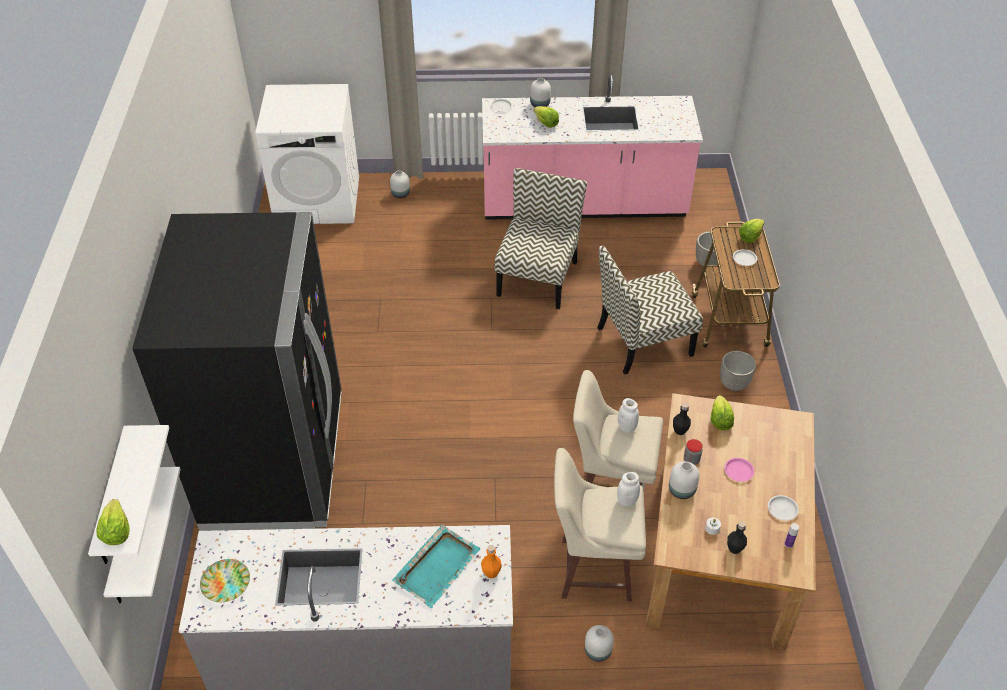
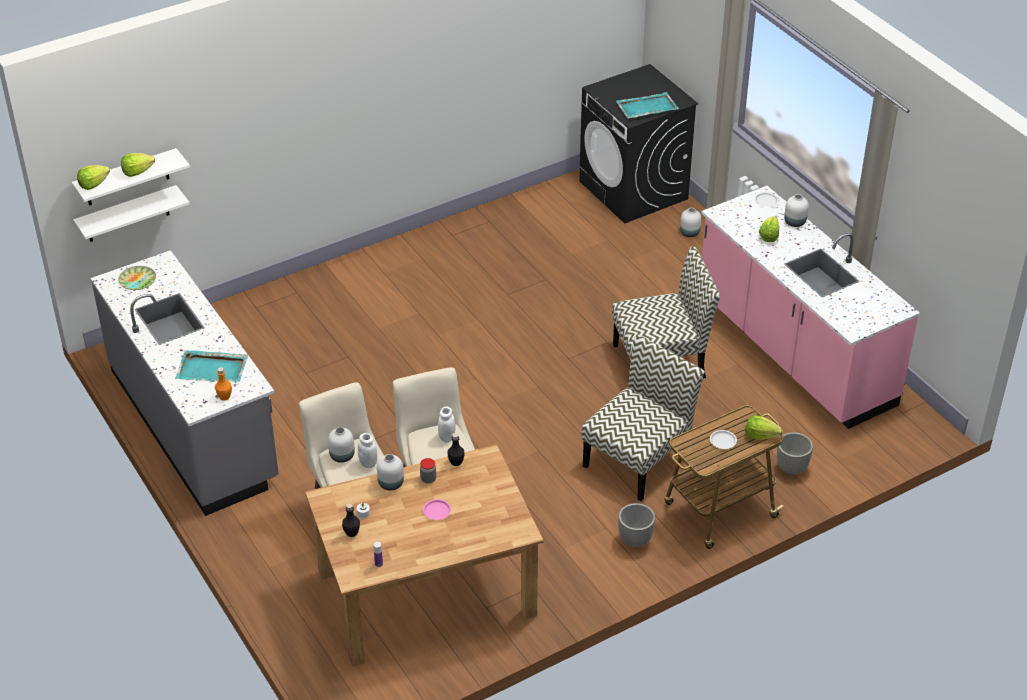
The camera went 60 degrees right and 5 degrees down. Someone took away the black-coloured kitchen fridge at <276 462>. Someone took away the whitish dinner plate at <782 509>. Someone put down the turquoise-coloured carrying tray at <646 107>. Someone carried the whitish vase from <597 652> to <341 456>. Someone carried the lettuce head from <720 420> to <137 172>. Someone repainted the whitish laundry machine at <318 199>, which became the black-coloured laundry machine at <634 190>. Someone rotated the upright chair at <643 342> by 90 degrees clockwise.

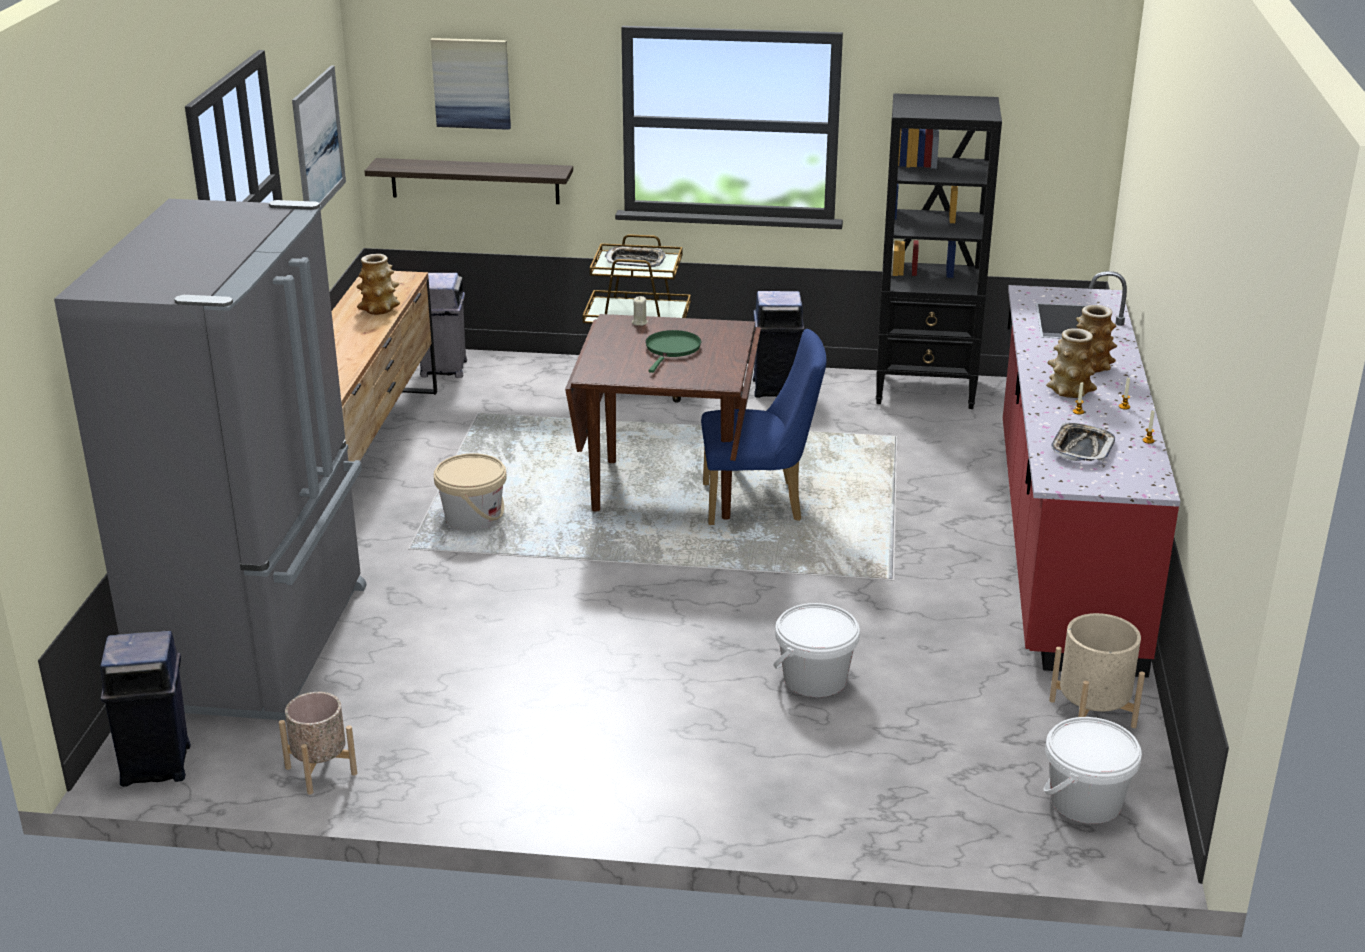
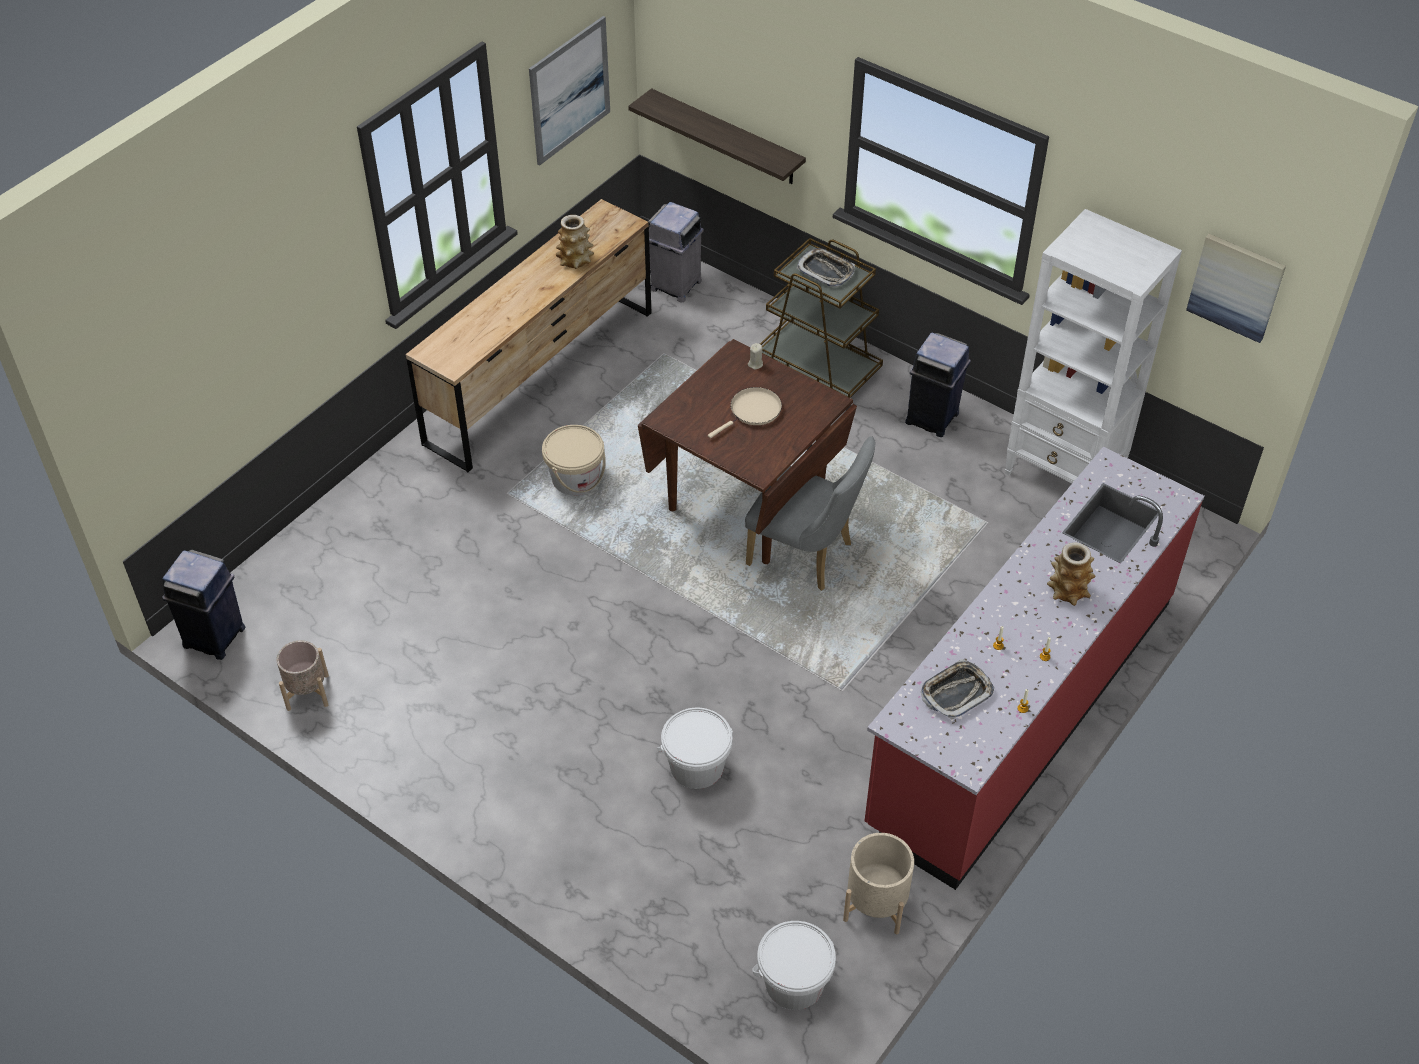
The camera went 30 degrees right and 20 degrees up. Someone took away the gray kitchen fridge at <262 645>. Someone took away the vase at <1069 391>. Someone carried the wall picture from <471 83> to <1236 286>. Someone repainted the greenish skillet at <672 349>, which became the beige skillet at <753 411>. Someone repainted the blue upright chair at <760 503>, which became the gray upright chair at <807 556>. Someone repainted the black-coloured bookcase at <925 390>, which became the whitish bookcase at <1064 473>.

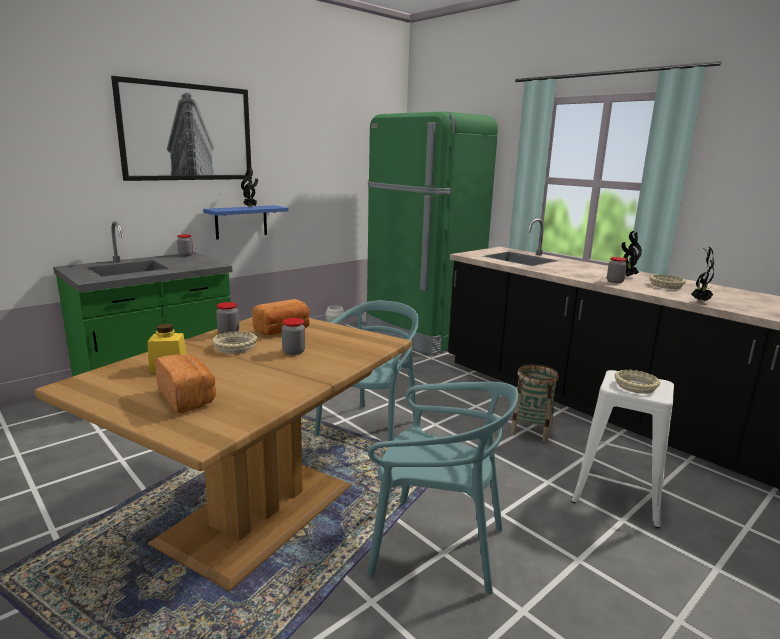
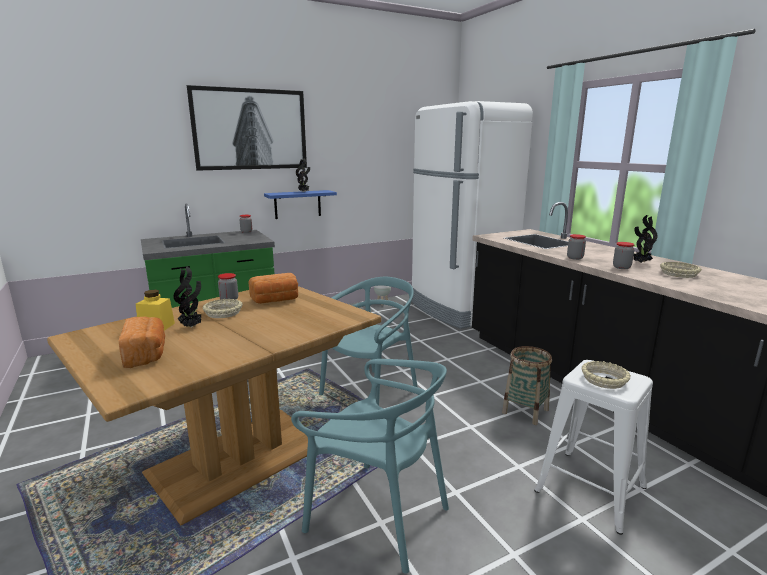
The camera went 15 degrees right and 0 degrees up. Someone carried the jar from <293 352> to <575 258>. Someone carried the houseplant from <700 301> to <192 327>. Someone repainted the greenish kitchen fridge at <421 335>, which became the whitish kitchen fridge at <459 309>.

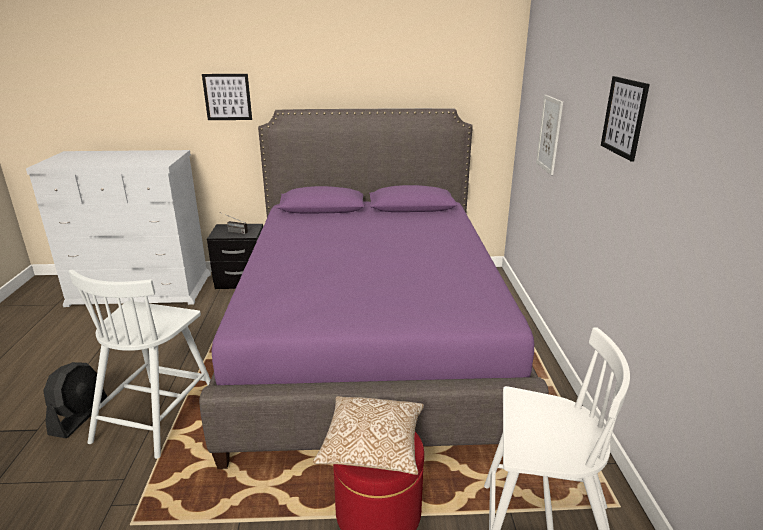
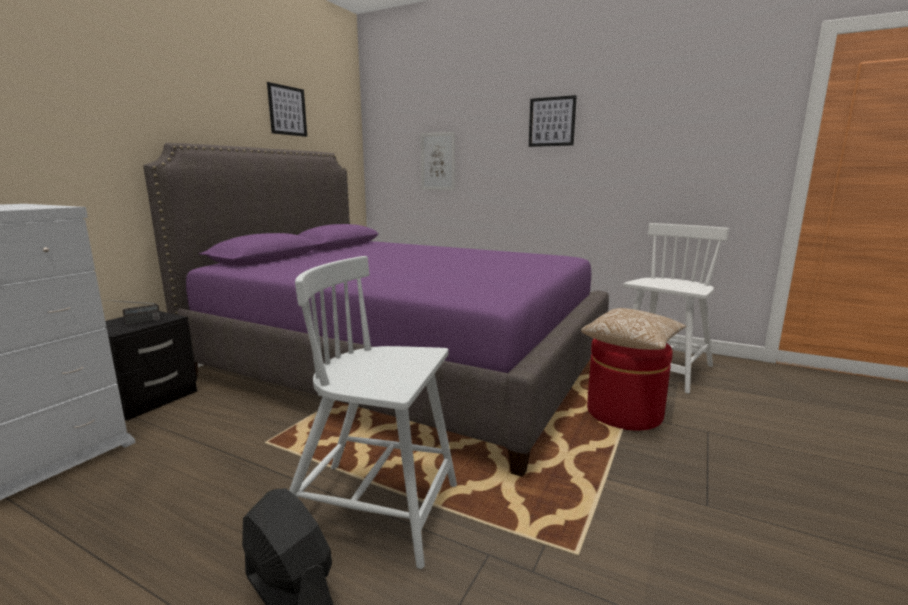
The camera went 60 degrees left and 10 degrees down. Someone carried the wall picture from <227 97> to <287 110>. Someone rotated the whitish upright chair at <157 414> by 150 degrees clockwise.

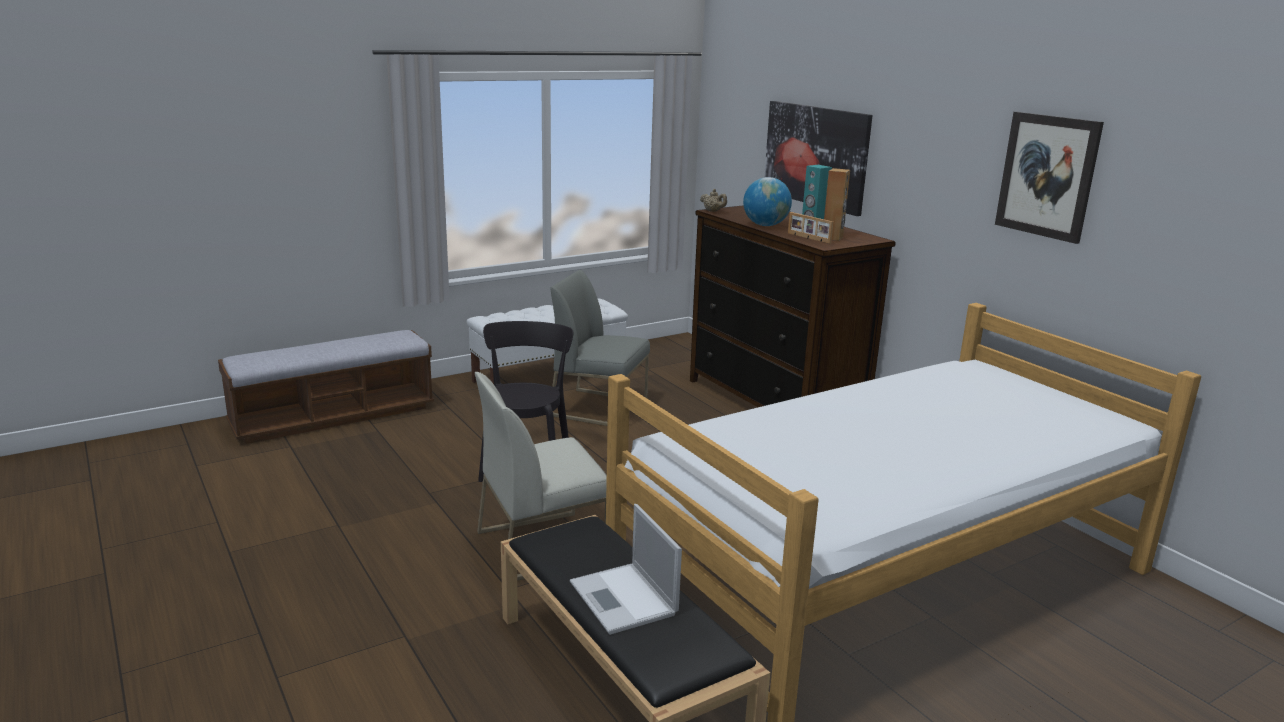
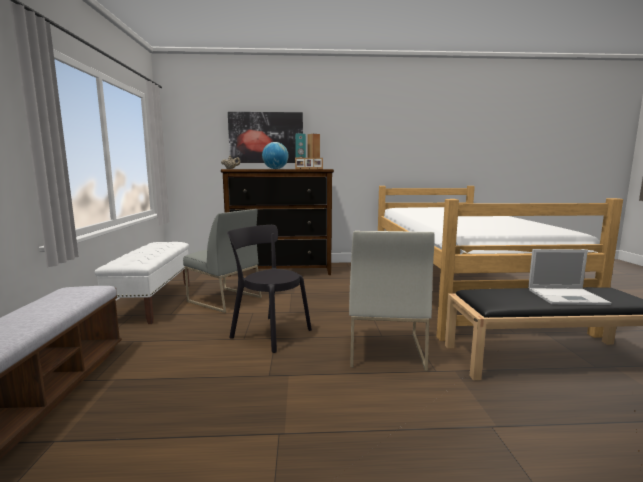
The camera went 60 degrees left and 10 degrees down. Someone took away the wall picture at <1047 176>. Someone rotated the gray upright chair at <600 408> by 105 degrees counterclockwise.

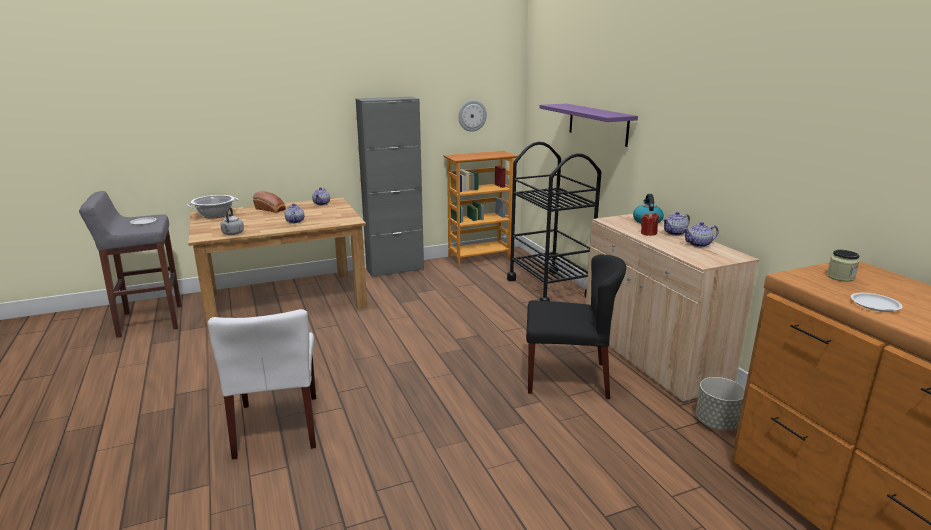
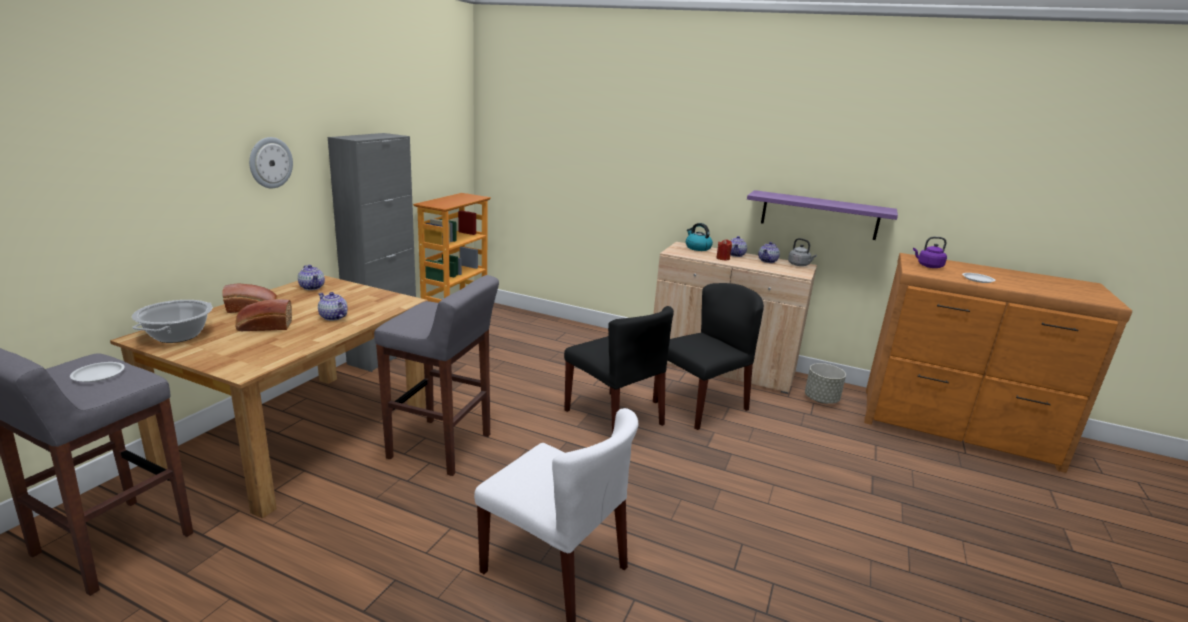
The camera went 45 degrees left and 0 degrees up. Someone took away the black-coloured trolley at <549 288>. Someone put down the baked bread at <264 327>. Someone put down the gray stool at <441 447>. Someone put down the black-coloured upright chair at <614 417>. Someone carried the gray kettle from <232 234> to <799 265>. Someone carried the hanging clock from <472 115> to <270 162>. Someone carried the purple-coloured wall shelf from <597 124> to <819 215>. Someone swapped the jar at <840 277> for the purple-coloured kettle at <928 266>.

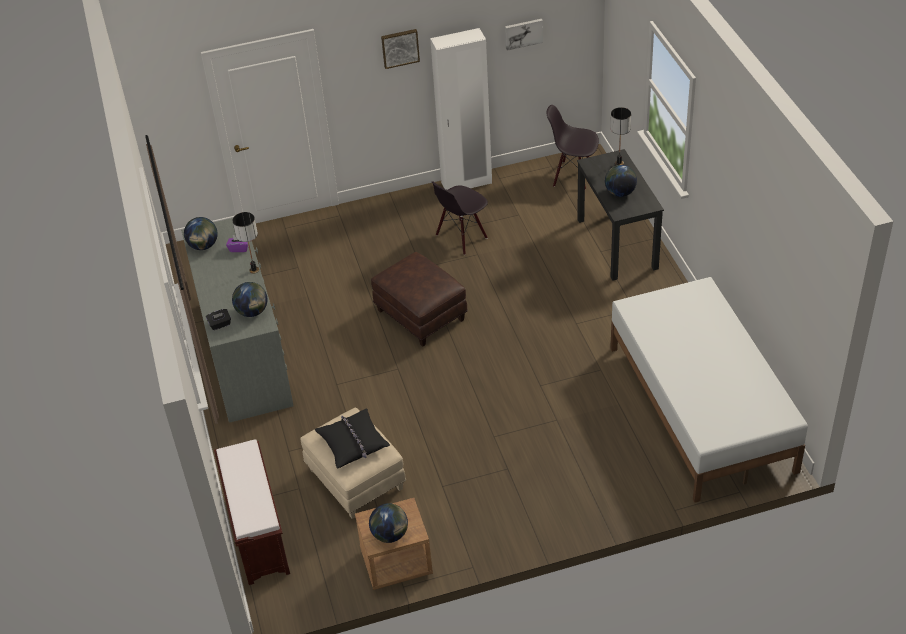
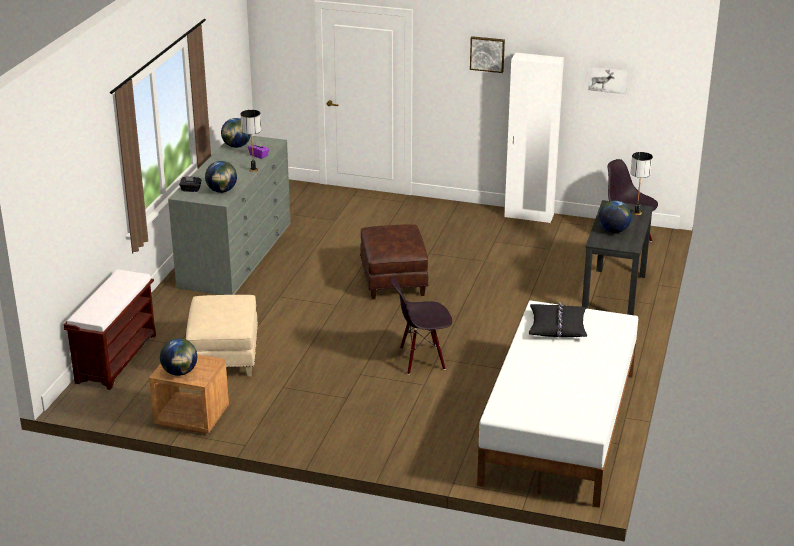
The camera went 30 degrees right and 15 degrees down. Someone carried the black-coloured cushion from <353 443> to <557 327>. Someone carried the black-coloured upright chair from <461 237> to <421 359>.

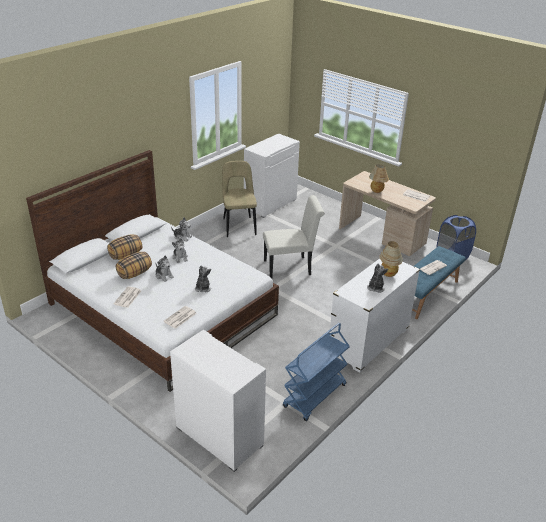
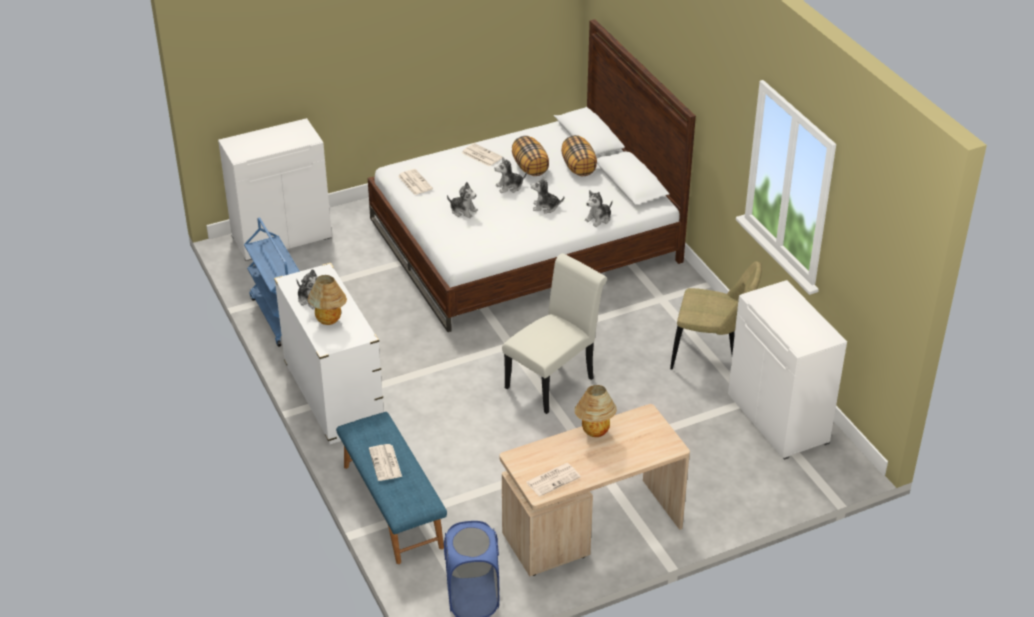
The camera went 115 degrees right and 5 degrees up. Someone rotated the whitish upright chair at <291 267> by 150 degrees counterclockwise.

